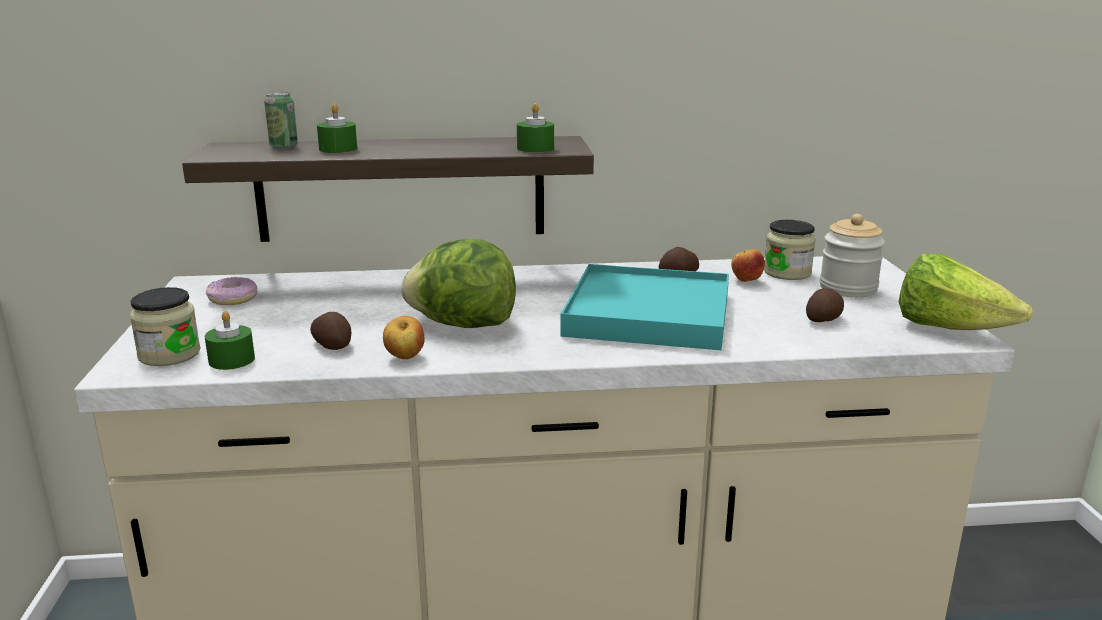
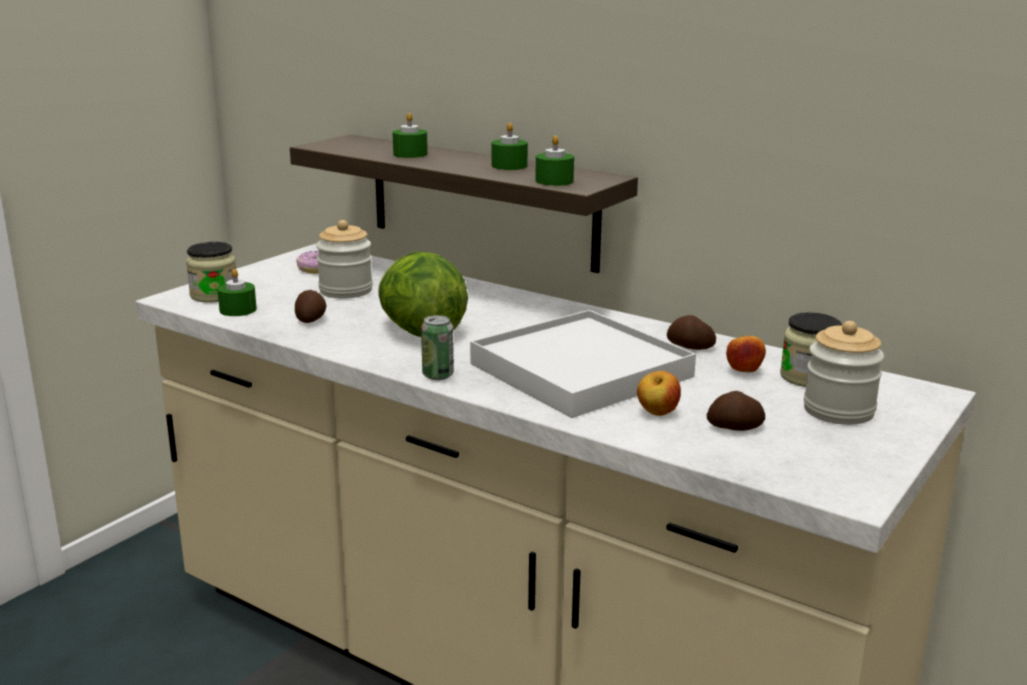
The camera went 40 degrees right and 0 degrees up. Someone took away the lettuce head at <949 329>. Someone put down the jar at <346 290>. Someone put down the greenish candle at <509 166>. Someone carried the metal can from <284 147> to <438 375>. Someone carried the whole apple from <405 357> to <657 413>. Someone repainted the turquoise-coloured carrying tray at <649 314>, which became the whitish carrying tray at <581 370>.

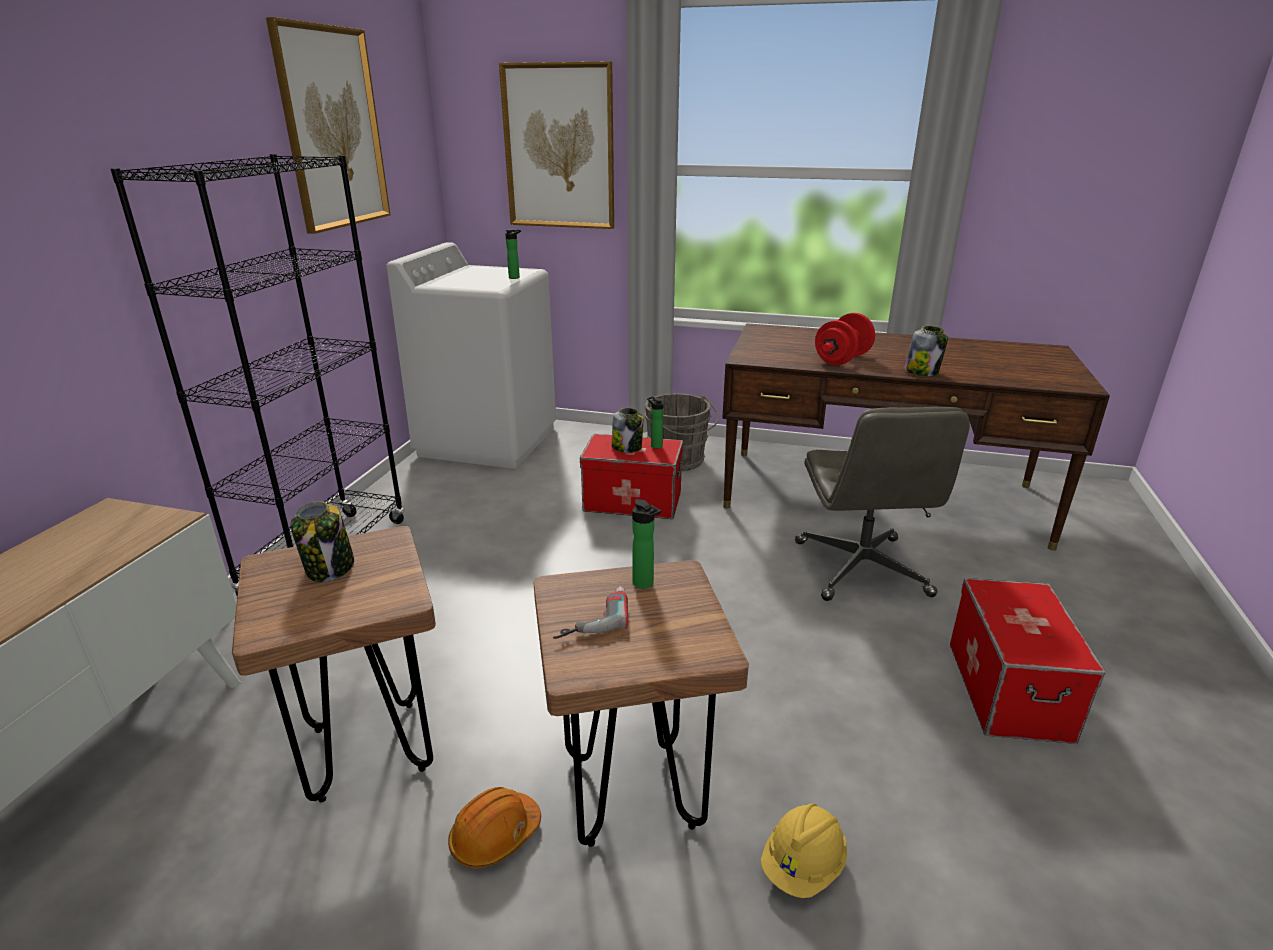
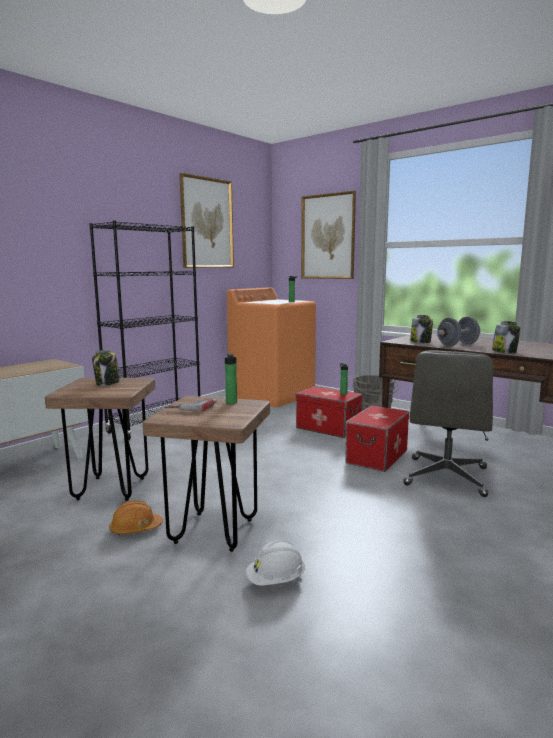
The camera went 25 degrees right and 15 degrees down. Someone carried the jar from <627 447> to <421 342>. Someone carried the storage box from <1009 690> to <377 457>. Someone repainted the whitish laundry machine at <488 440>, which became the orange laundry machine at <272 396>. Someone repainted the yellow-coloured safety helmet at <803 866>, which became the whitish safety helmet at <276 581>. Someone repainted the red dumbbell at <842 359>, which became the gray dumbbell at <457 345>.

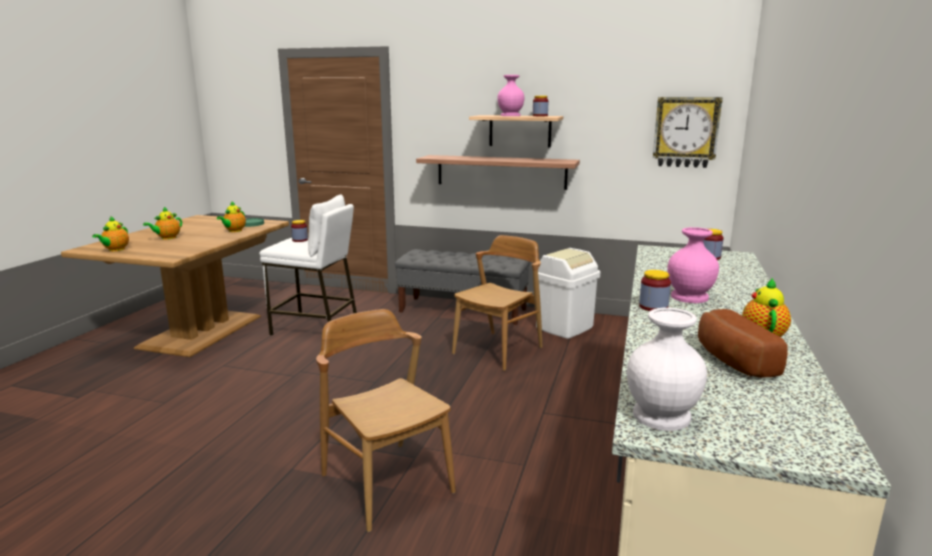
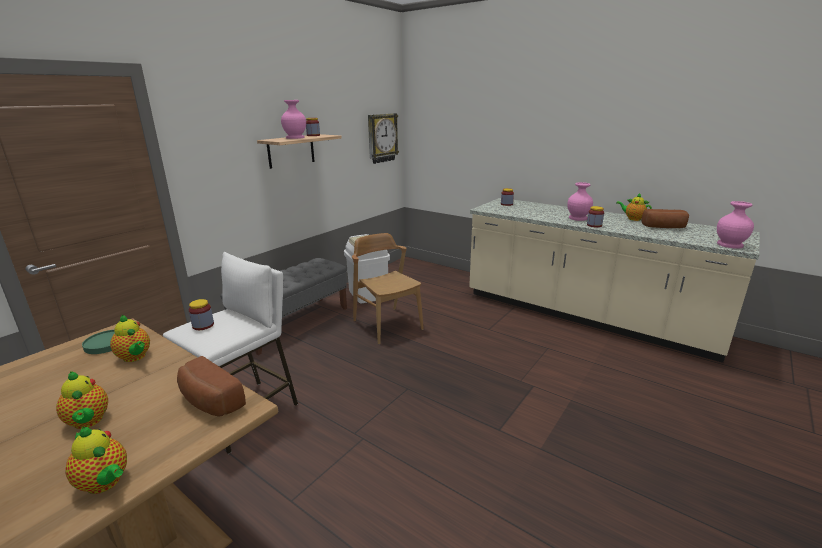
The camera went 70 degrees left and 5 degrees up. Someone took away the brown-coloured upright chair at <387 483>. Someone took away the wall shelf at <501 172>. Someone put down the baked bread at <209 401>. Someone repainted the whitish vase at <663 415>, which became the pinkish vase at <729 244>.

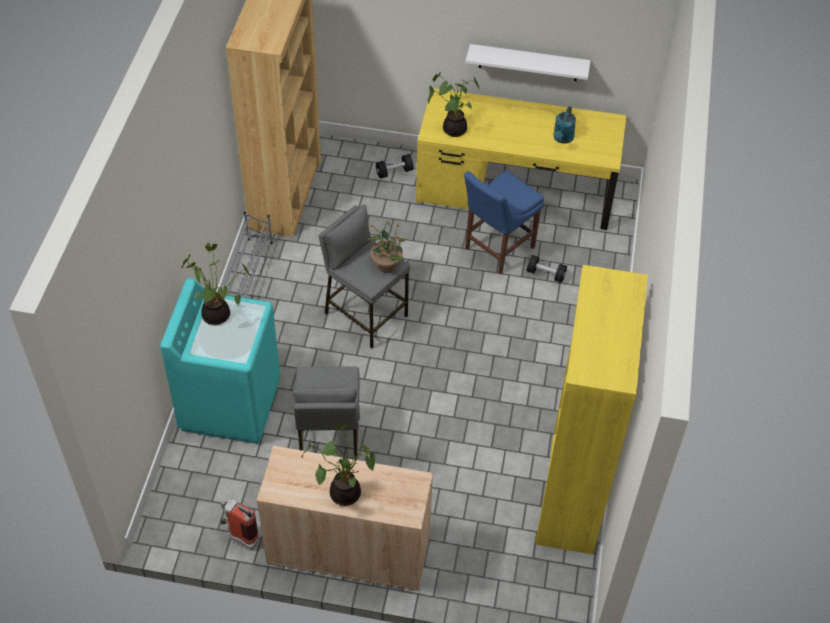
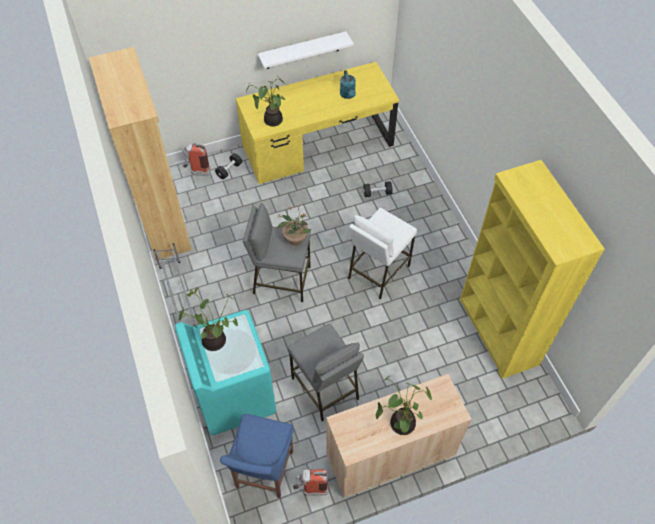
The camera went 30 degrees left and 5 degrees up. Someone put down the extinguisher at <197 172>. Someone put down the whitish stool at <378 272>. Someone carried the blue upright chair from <496 249> to <263 472>.

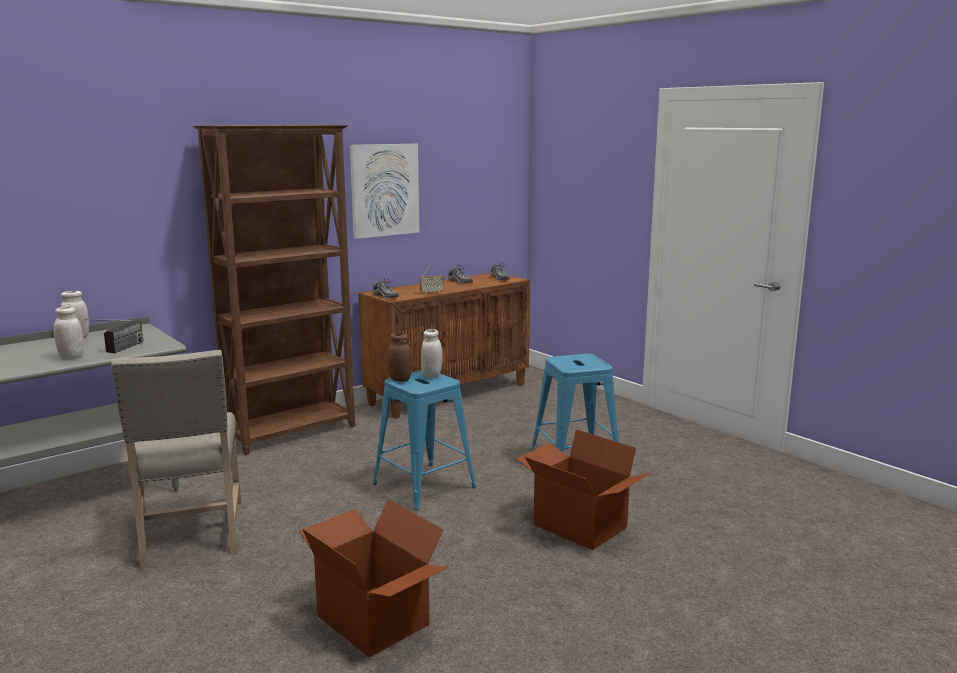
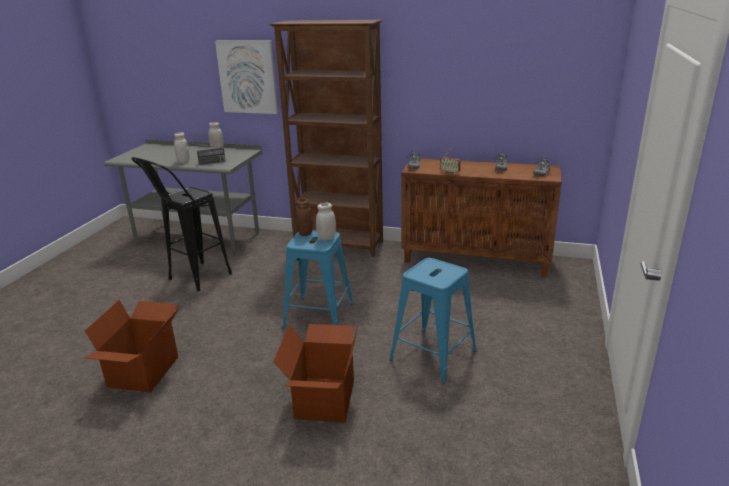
The camera went 55 degrees right and 10 degrees up. Someone carried the wall picture from <384 190> to <247 77>. Someone swapped the beige upright chair at <190 534> for the black-coloured stool at <193 280>.

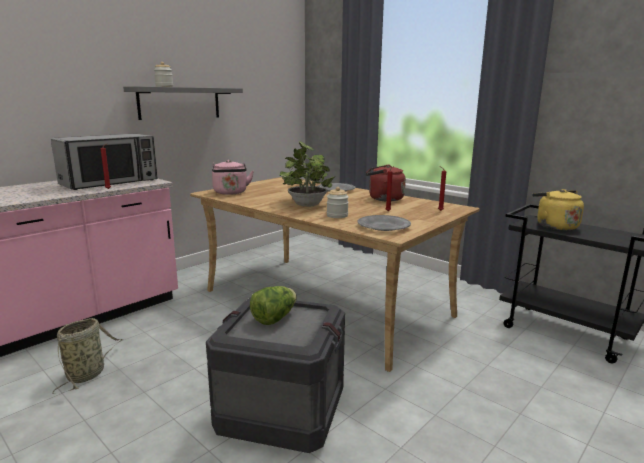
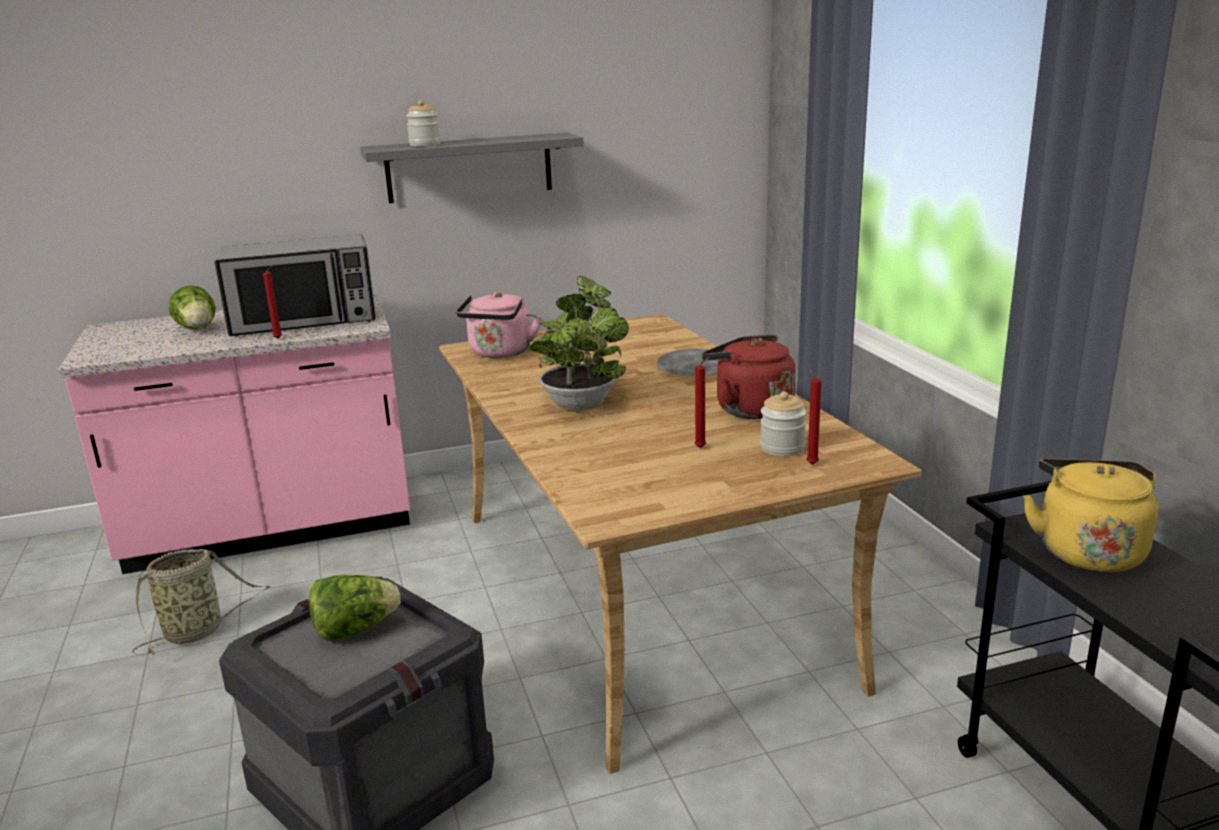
The camera went 30 degrees right and 5 degrees up. Someone took away the gray dinner plate at <383 226>. Someone put down the lettuce head at <198 329>. Someone carried the jar from <337 215> to <782 448>.

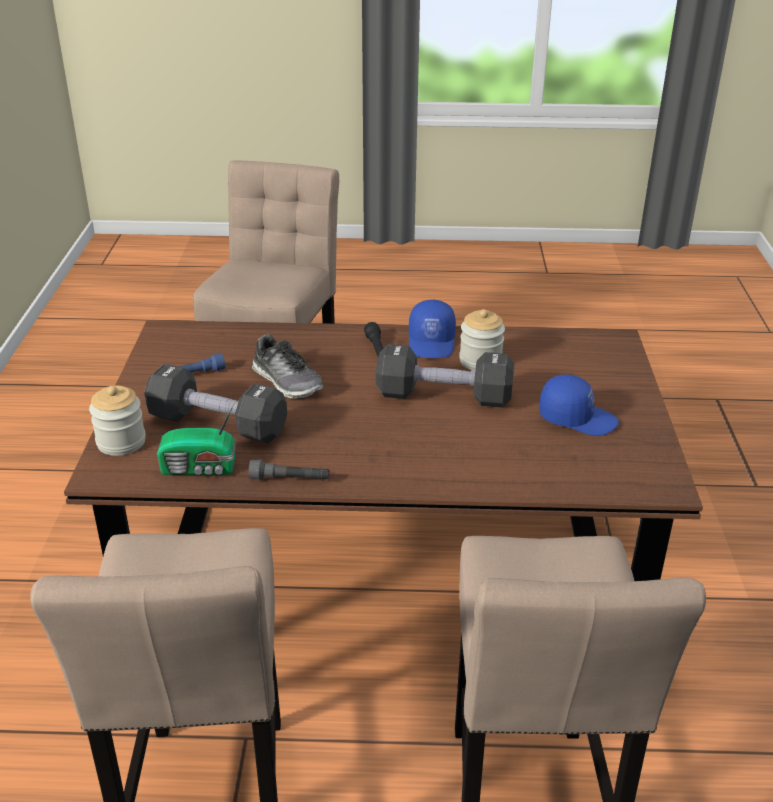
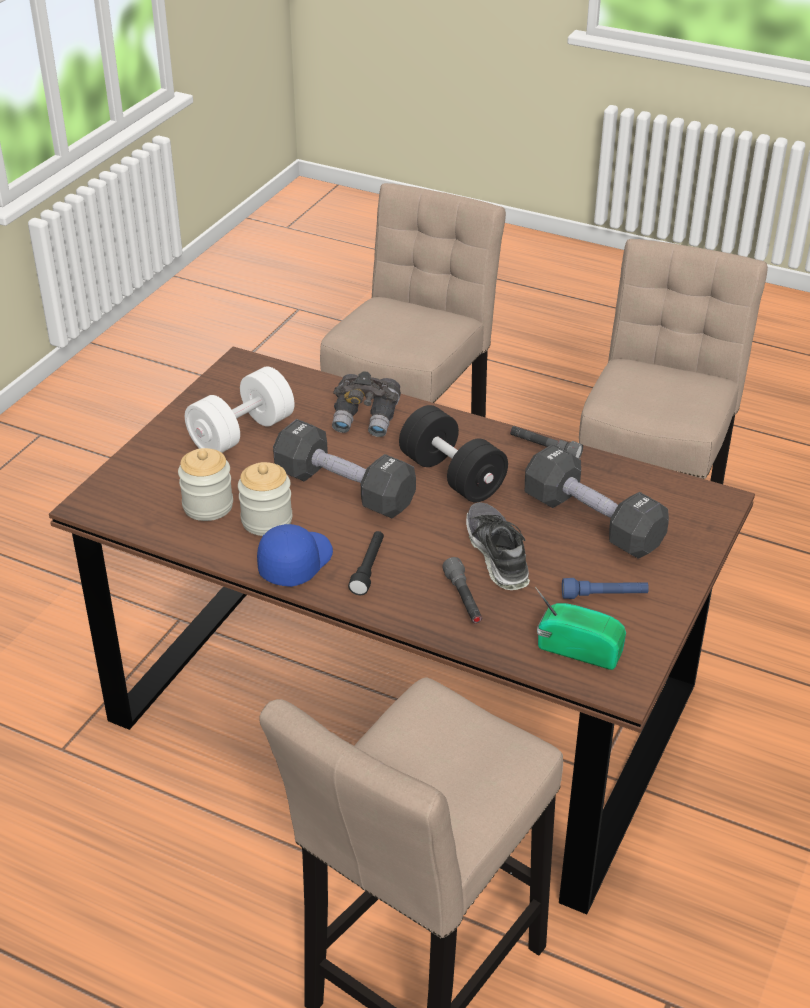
The camera went 155 degrees left and 5 degrees up. Someone put down the gray field glasses at <366 419>. Someone put down the black-coloured dumbbell at <452 476>. Someone put down the gray torch at <463 599>. Someone carried the jar from <121 442> to <208 506>. Someone carried the radio set from <200 468> to <577 648>. Someone swapped the blue peaked cap at <577 418> for the whitish dumbbell at <241 433>.

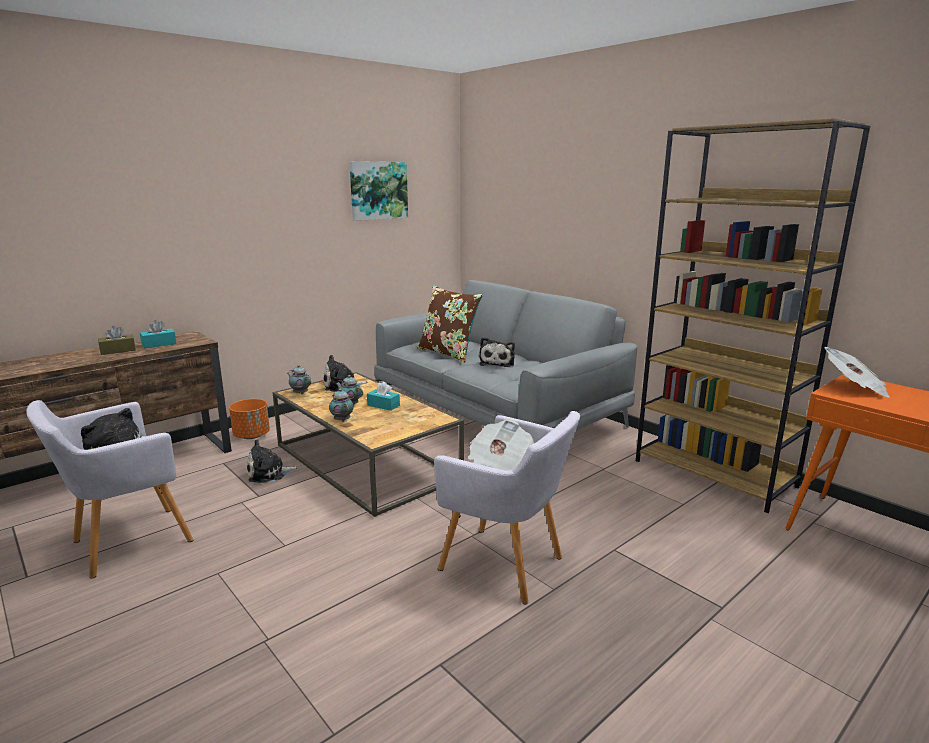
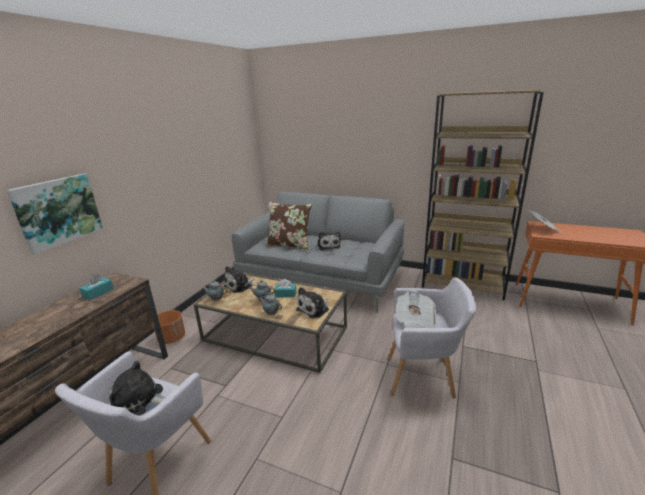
The camera went 25 degrees left and 5 degrees up. Someone took away the brown-coloured tissue holder at <118 350>. Someone carried the soft toy from <269 473> to <314 309>. Someone carried the wall picture from <378 190> to <58 211>.

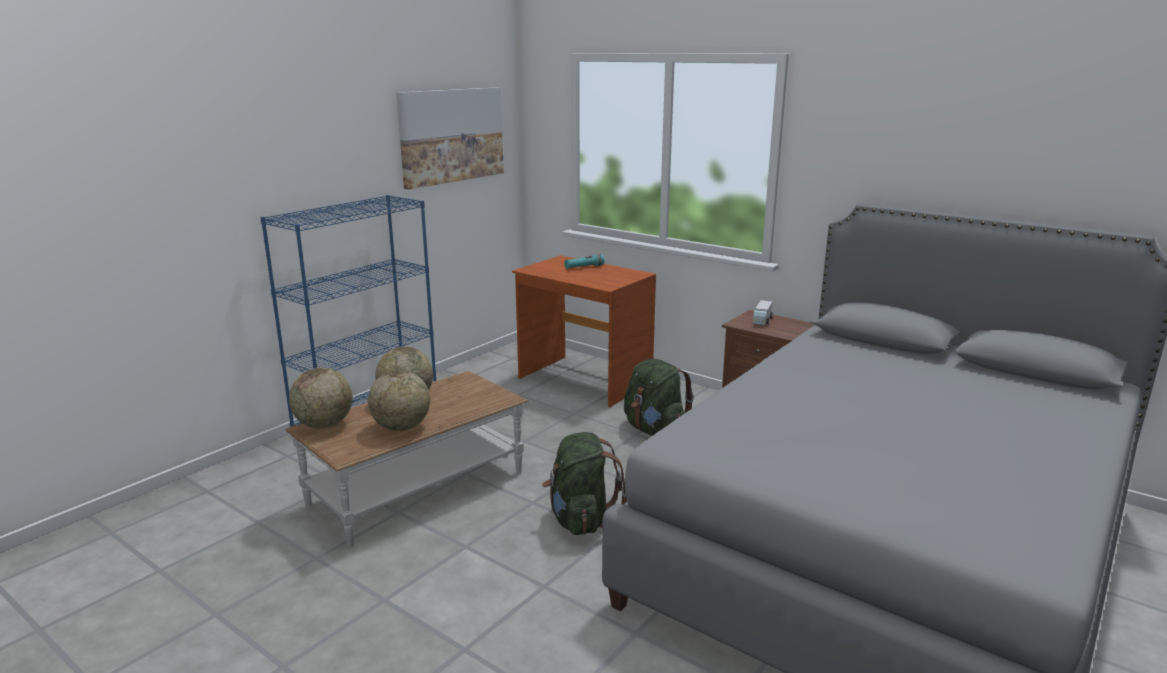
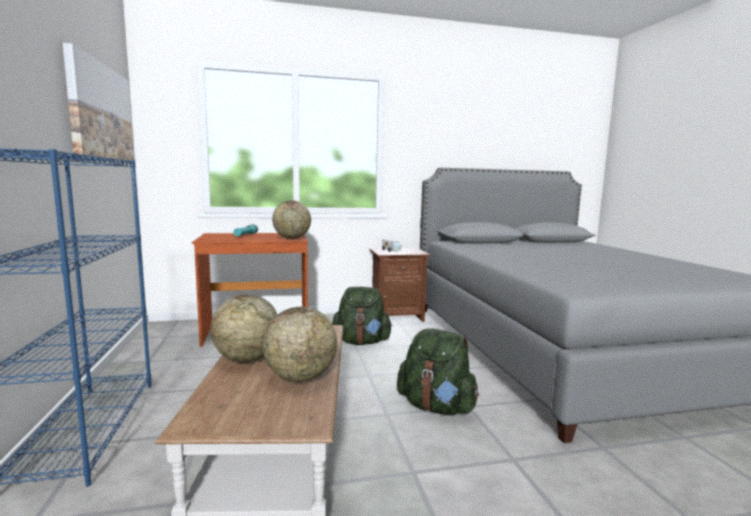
The camera went 50 degrees left and 10 degrees down. Someone carried the world globe from <324 425> to <292 238>.

